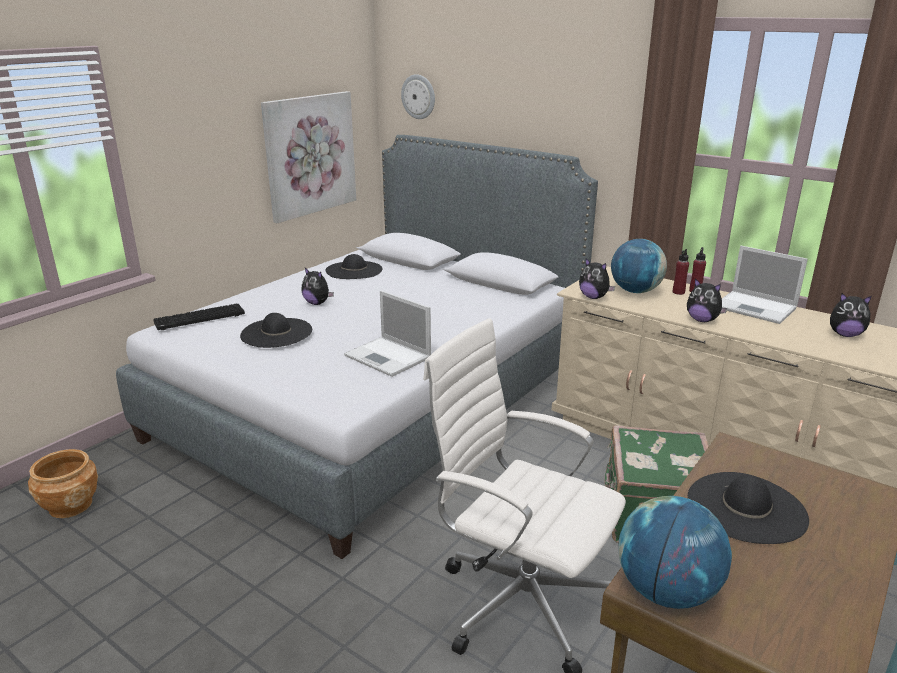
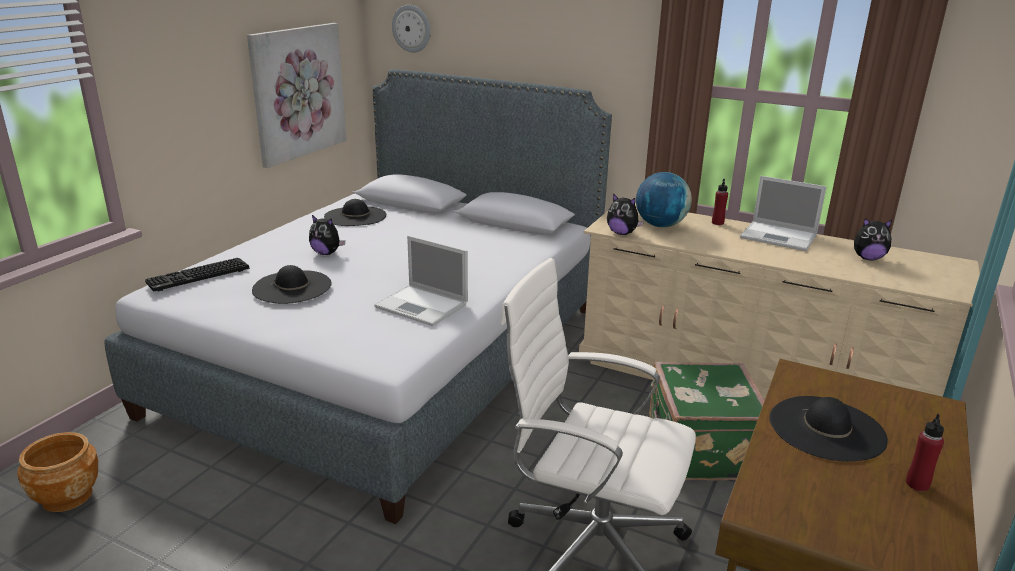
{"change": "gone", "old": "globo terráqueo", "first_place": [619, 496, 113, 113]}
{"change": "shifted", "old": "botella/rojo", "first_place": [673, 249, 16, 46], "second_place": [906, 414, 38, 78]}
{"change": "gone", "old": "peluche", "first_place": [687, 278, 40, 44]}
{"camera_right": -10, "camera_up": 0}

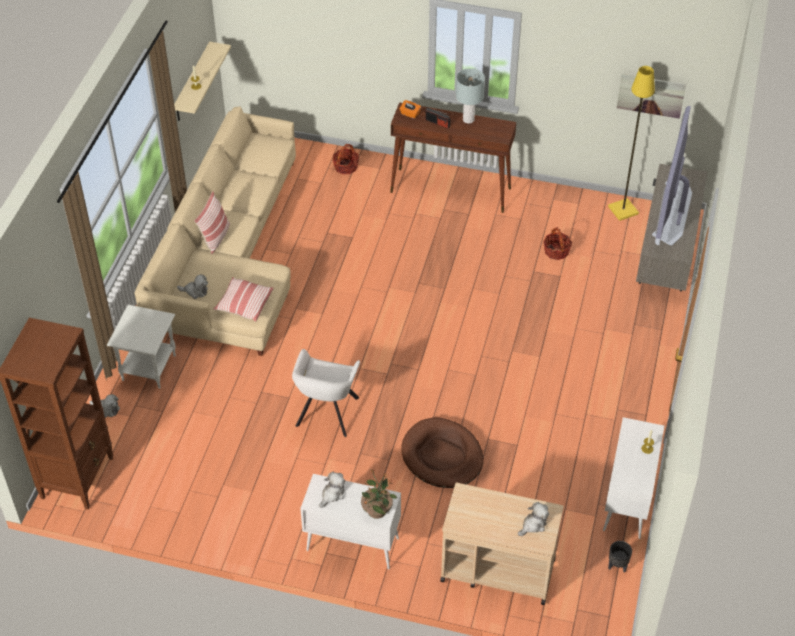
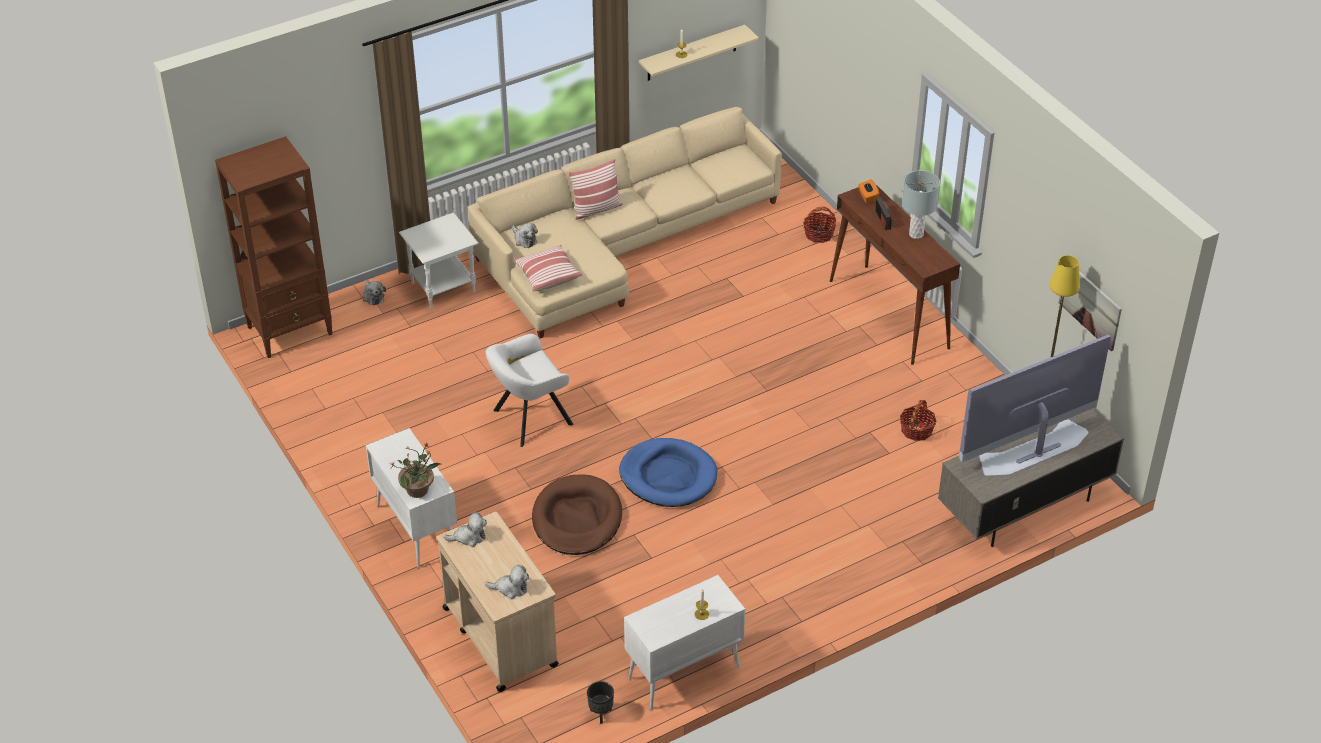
{"change": "shifted", "old": "peluche", "first_place": [319, 472, 26, 36], "second_place": [444, 512, 43, 35]}
{"change": "new", "new": "cama para perro/azul", "second_place": [619, 438, 98, 69]}
{"camera_right": 45, "camera_up": -5}

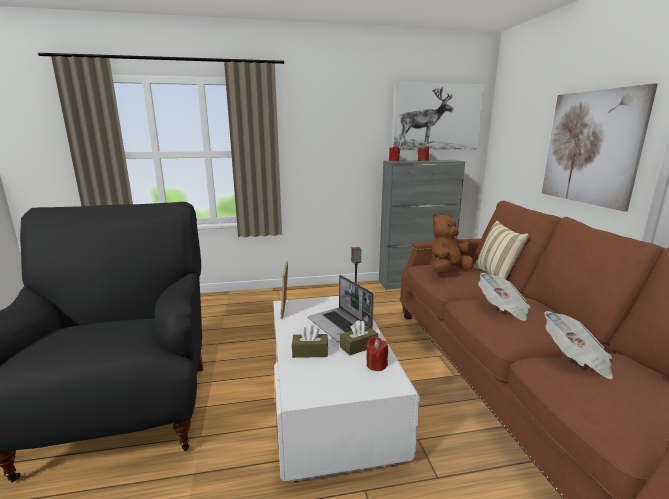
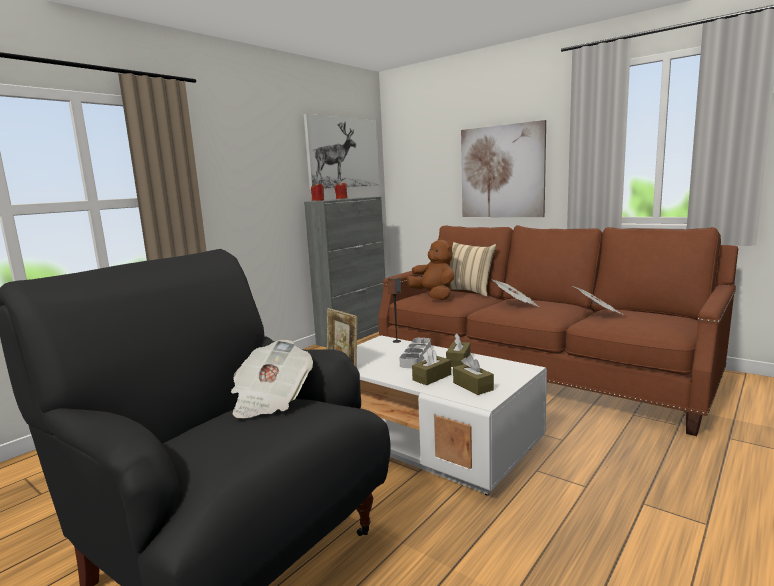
{"change": "swapped", "old": "portátil", "new": "bandeja/gris", "first_place": [308, 275, 66, 67], "second_place": [399, 338, 32, 30]}
{"change": "gone", "old": "vela/rojo", "first_place": [366, 336, 22, 35]}
{"change": "rotated", "old": "peluche/marrón", "first_place": [431, 214, 42, 59], "second_place": [407, 238, 47, 62], "degrees": 135}
{"change": "new", "new": "periódico", "second_place": [231, 340, 82, 78]}
{"change": "new", "new": "caja de pañuelos/marrón", "second_place": [453, 355, 41, 40]}
{"camera_right": -40, "camera_up": -5}

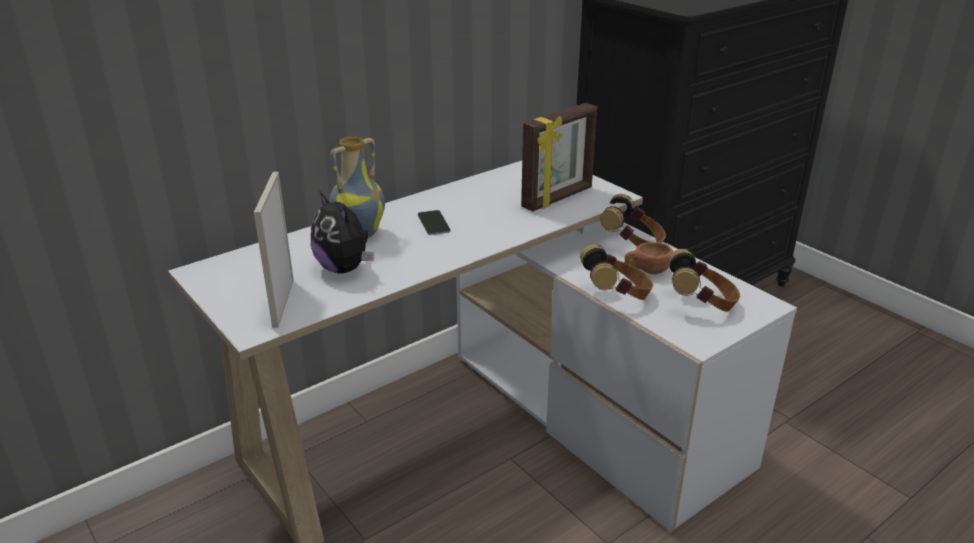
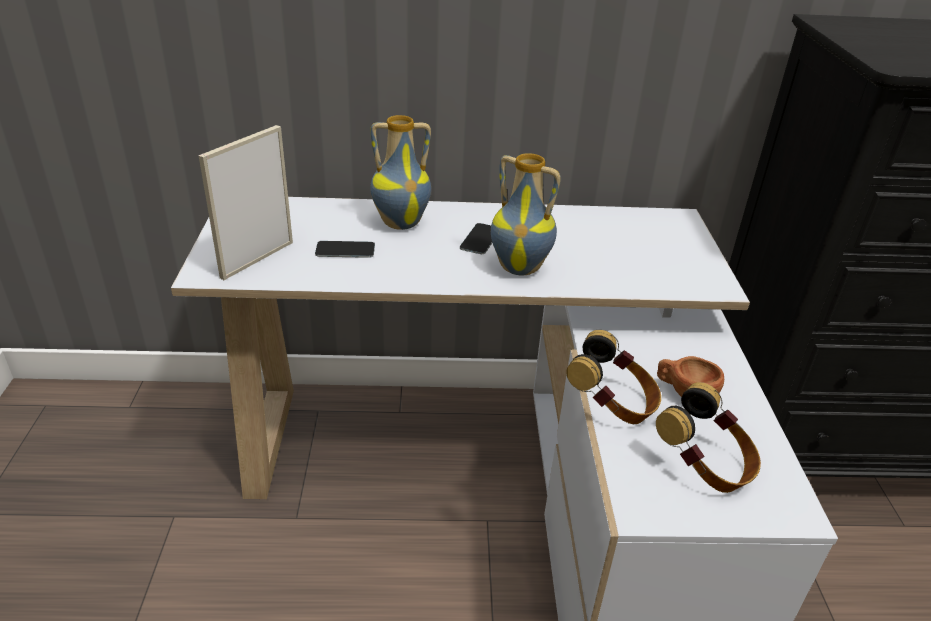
{"change": "swapped", "old": "peluche", "new": "móvil", "first_place": [311, 192, 63, 81], "second_place": [315, 241, 60, 17]}
{"change": "gone", "old": "portarretratos", "first_place": [521, 103, 76, 109]}
{"change": "gone", "old": "auriculares", "first_place": [600, 194, 66, 53]}
{"change": "new", "new": "florero", "second_place": [491, 153, 70, 123]}
{"camera_right": 35, "camera_up": 5}

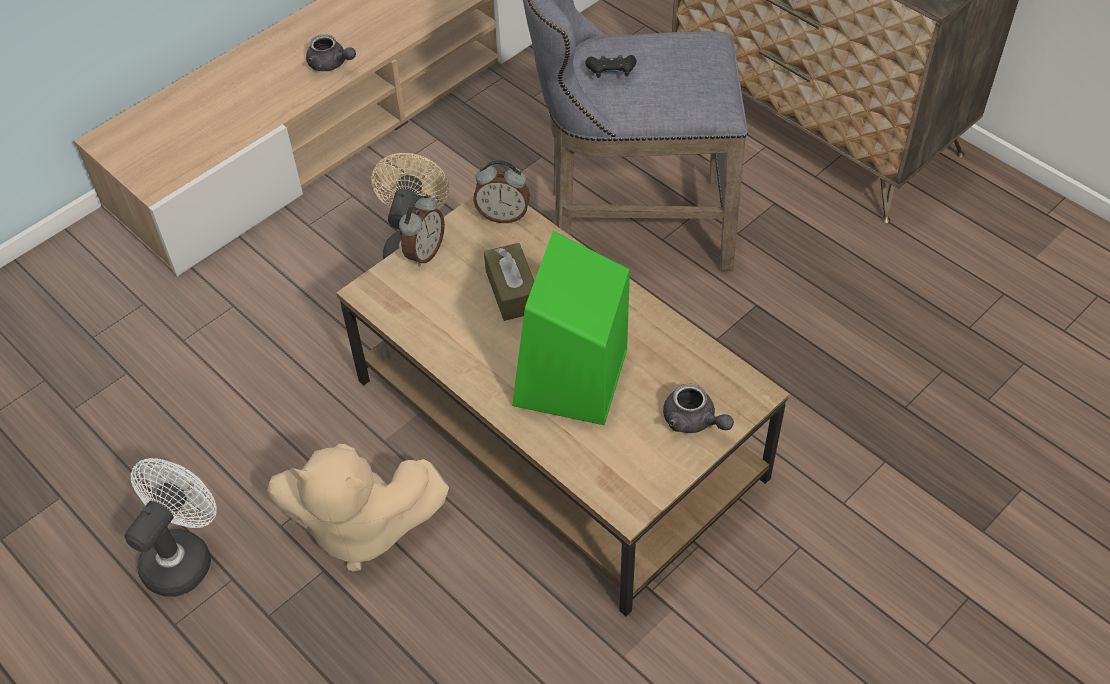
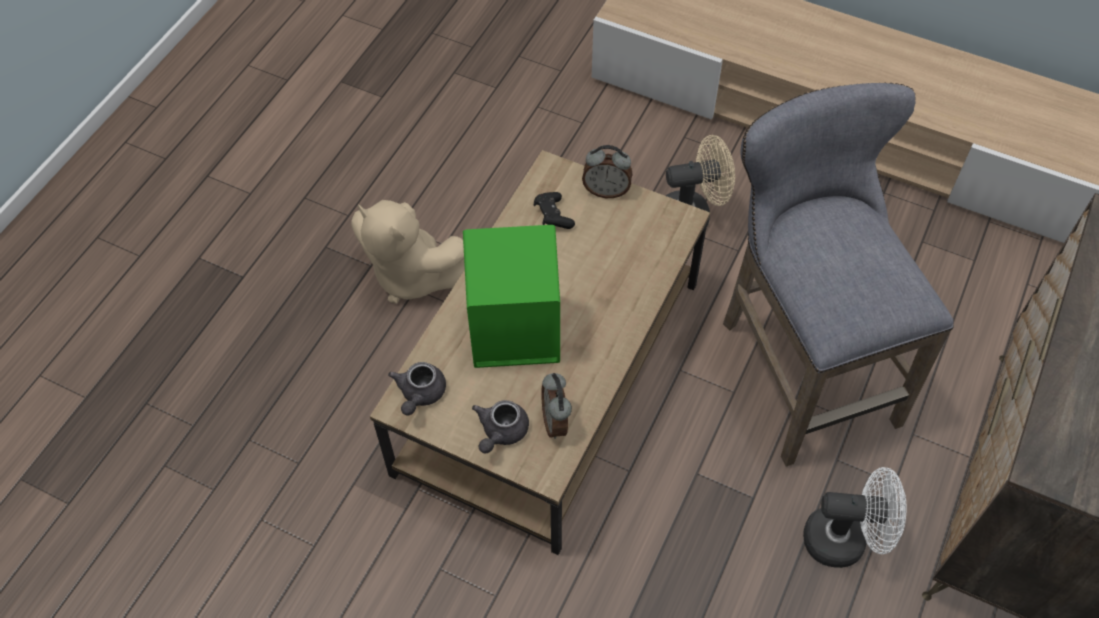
{"change": "shifted", "old": "ventilador/blanco", "first_place": [125, 458, 92, 139], "second_place": [803, 467, 103, 101]}
{"change": "rotated", "old": "peluche/beis", "first_place": [267, 444, 182, 128], "second_place": [351, 200, 114, 104], "degrees": -45}
{"change": "shifted", "old": "tetera/gris", "first_place": [306, 34, 50, 37], "second_place": [388, 362, 58, 53]}
{"change": "shifted", "old": "despertador", "first_place": [473, 160, 57, 63], "second_place": [541, 373, 31, 66]}
{"change": "gone", "old": "caja de pañuelos/marrón", "first_place": [484, 243, 50, 78]}
{"change": "shifted", "old": "mando de consola/negro", "first_place": [585, 55, 52, 23], "second_place": [534, 192, 41, 37]}
{"camera_right": 70, "camera_up": 5}

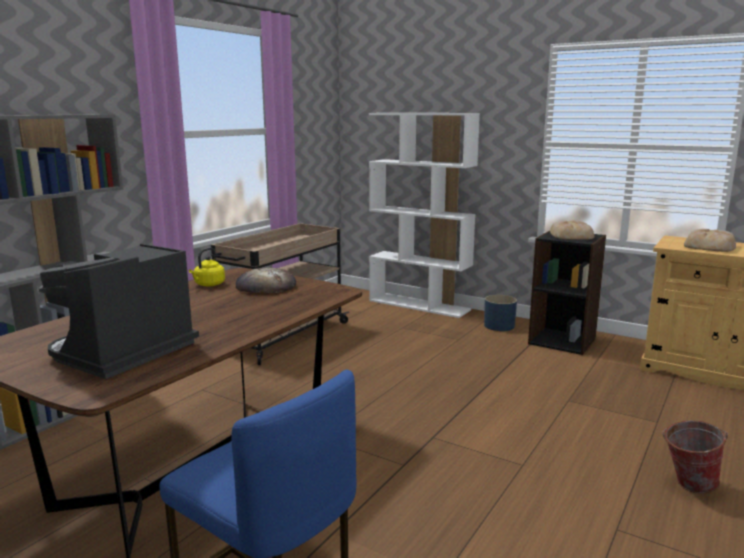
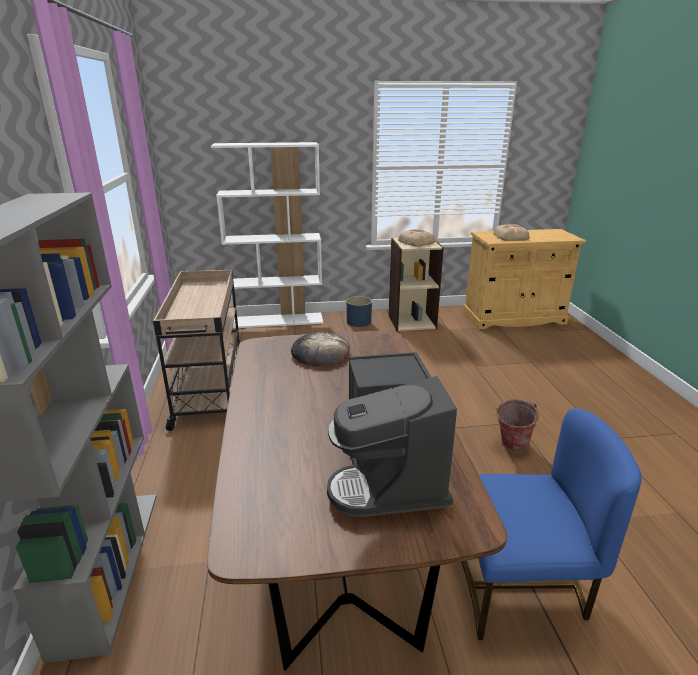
{"change": "gone", "old": "hervidor/amarillo", "first_place": [189, 248, 36, 38]}
{"change": "repainted", "old": "estantería/negro", "new": "estantería/beis", "first_place": [528, 231, 78, 124], "second_place": [388, 238, 56, 93]}
{"change": "shifted", "old": "cubo", "first_place": [662, 420, 66, 73], "second_place": [494, 399, 45, 52]}
{"camera_right": -40, "camera_up": 10}

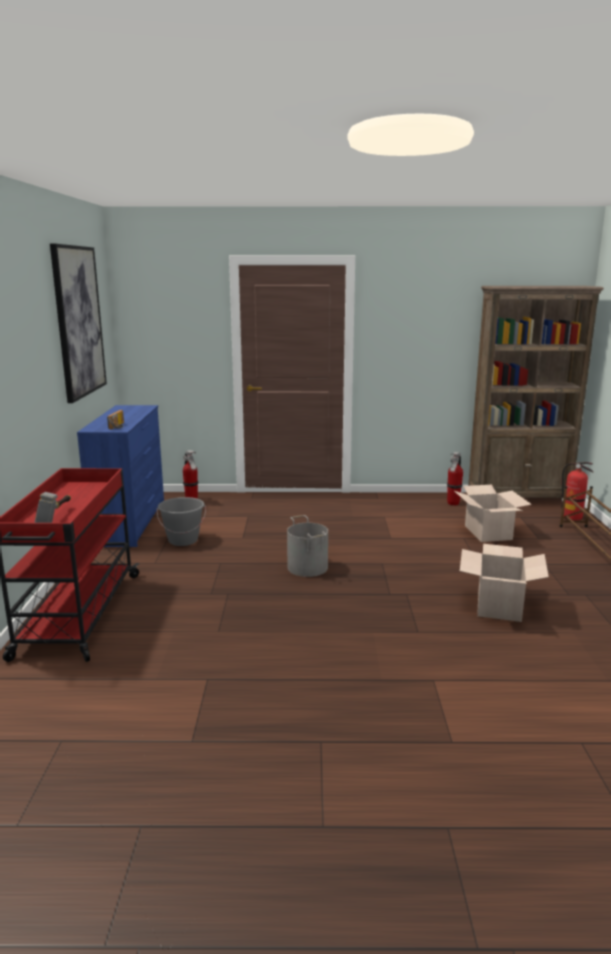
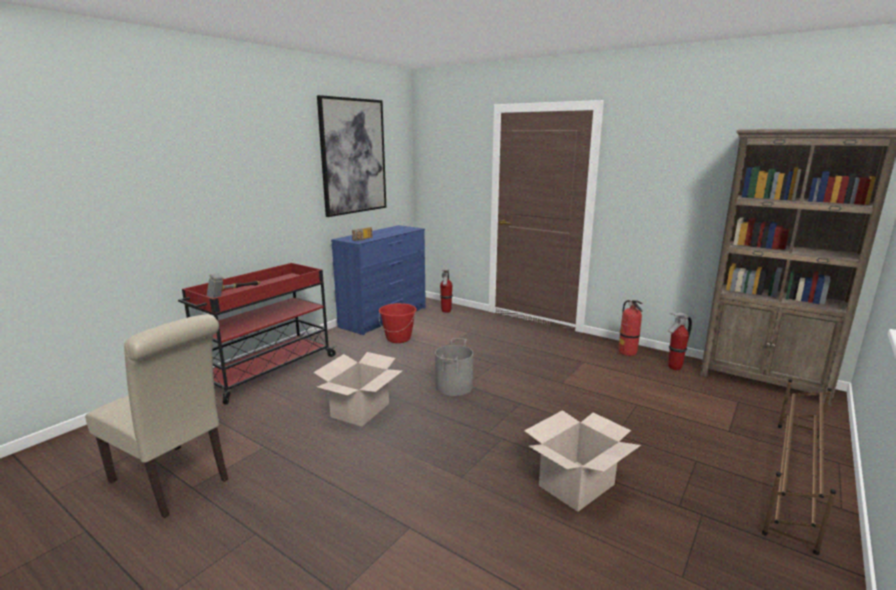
{"change": "repainted", "old": "cubo/gris", "new": "cubo/rojo", "first_place": [157, 497, 49, 49], "second_place": [379, 303, 38, 40]}
{"change": "shifted", "old": "caja de cartón", "first_place": [454, 485, 78, 57], "second_place": [313, 352, 89, 74]}
{"change": "shifted", "old": "extintor", "first_place": [561, 462, 32, 58], "second_place": [618, 300, 25, 56]}
{"change": "new", "new": "silla/beis", "second_place": [85, 315, 143, 203]}
{"camera_right": 35, "camera_up": 0}

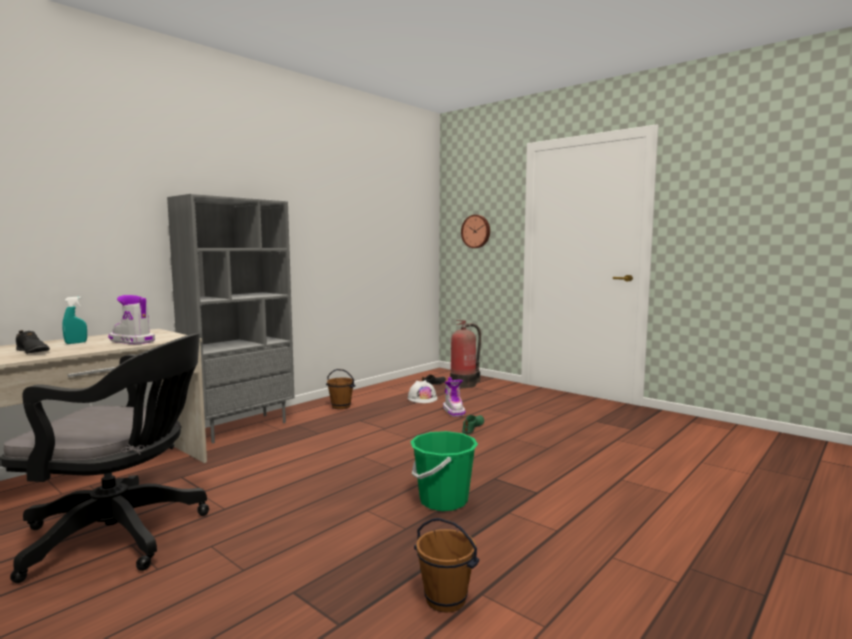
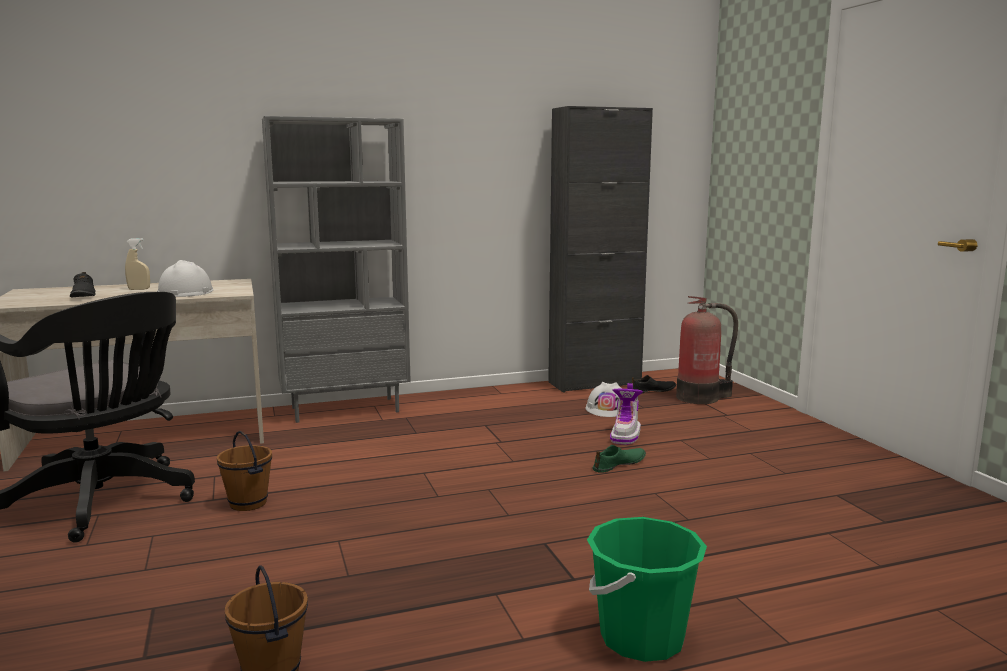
{"change": "repainted", "old": "pulverizador/turquesa", "new": "pulverizador/beis", "first_place": [62, 297, 25, 47], "second_place": [125, 238, 25, 52]}
{"change": "swapped", "old": "bota", "new": "casco/blanco", "first_place": [108, 295, 47, 49], "second_place": [157, 260, 56, 37]}
{"change": "shifted", "old": "cubo/marrón", "first_place": [326, 369, 30, 40], "second_place": [217, 431, 55, 80]}
{"change": "shifted", "old": "cubo/verde", "first_place": [410, 431, 68, 80], "second_place": [587, 517, 120, 145]}
{"change": "gone", "old": "reloj de pared", "first_place": [461, 215, 29, 33]}
{"change": "new", "new": "armario/negro", "second_place": [548, 106, 105, 287]}
{"camera_right": 30, "camera_up": 5}

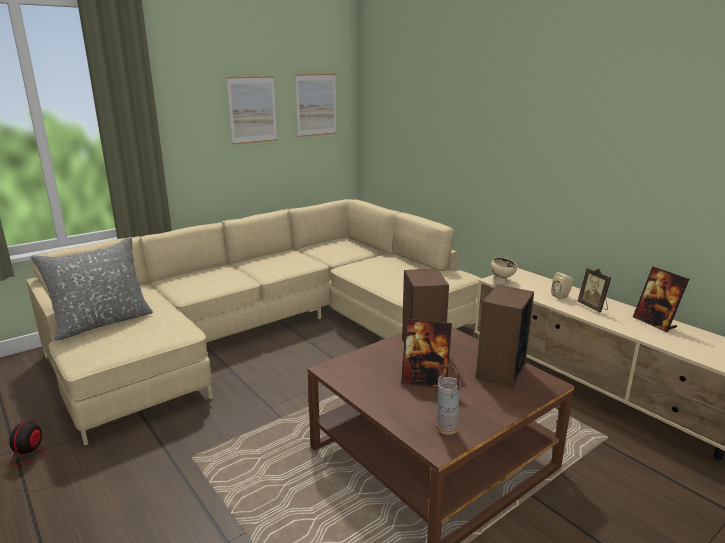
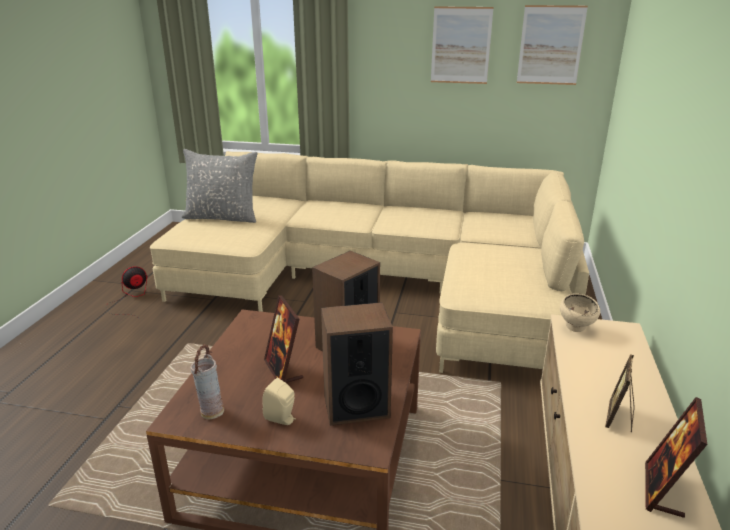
{"change": "shifted", "old": "altavoz/beis", "first_place": [551, 272, 22, 28], "second_place": [262, 377, 34, 48]}
{"camera_right": 50, "camera_up": 5}

